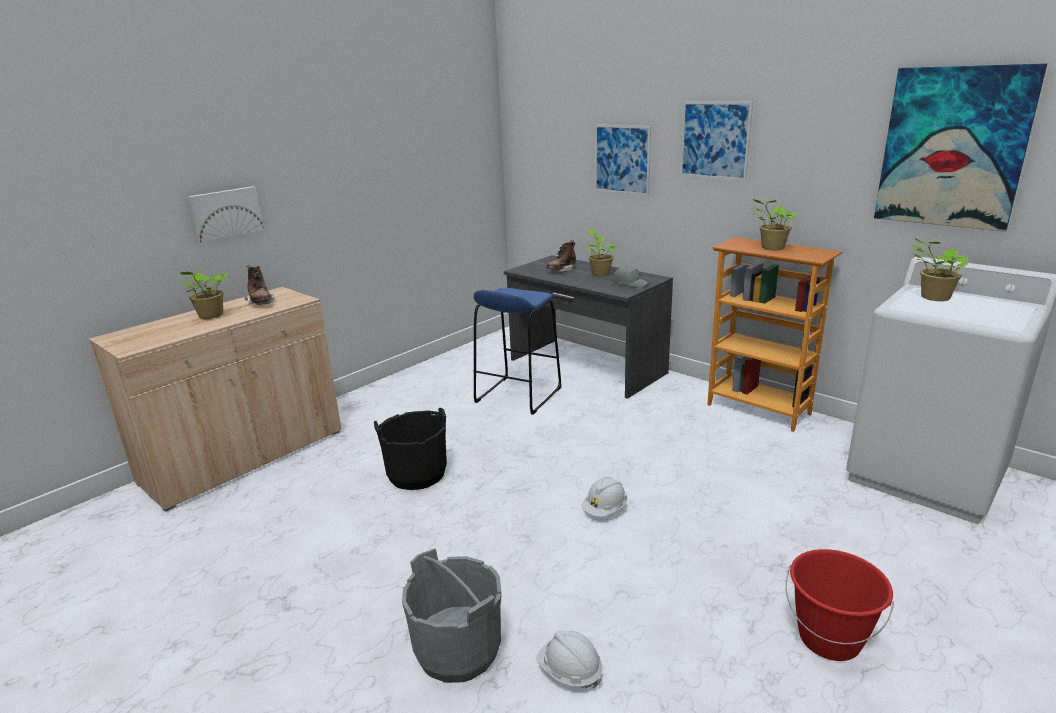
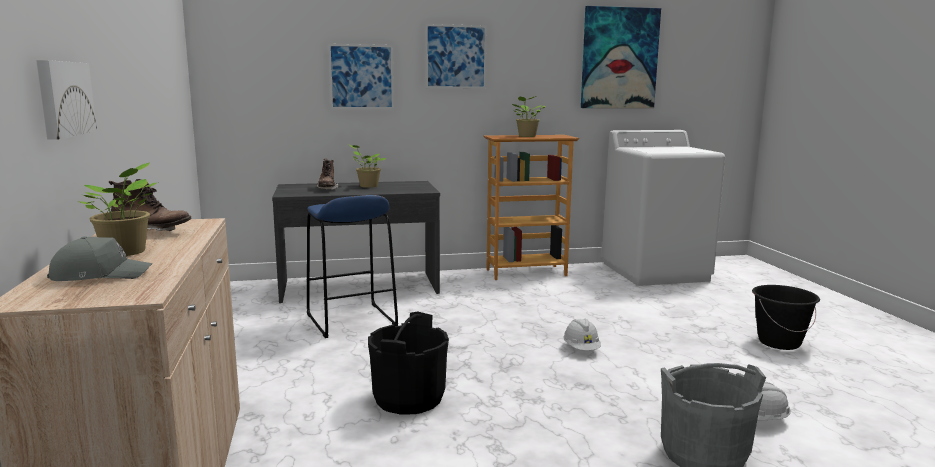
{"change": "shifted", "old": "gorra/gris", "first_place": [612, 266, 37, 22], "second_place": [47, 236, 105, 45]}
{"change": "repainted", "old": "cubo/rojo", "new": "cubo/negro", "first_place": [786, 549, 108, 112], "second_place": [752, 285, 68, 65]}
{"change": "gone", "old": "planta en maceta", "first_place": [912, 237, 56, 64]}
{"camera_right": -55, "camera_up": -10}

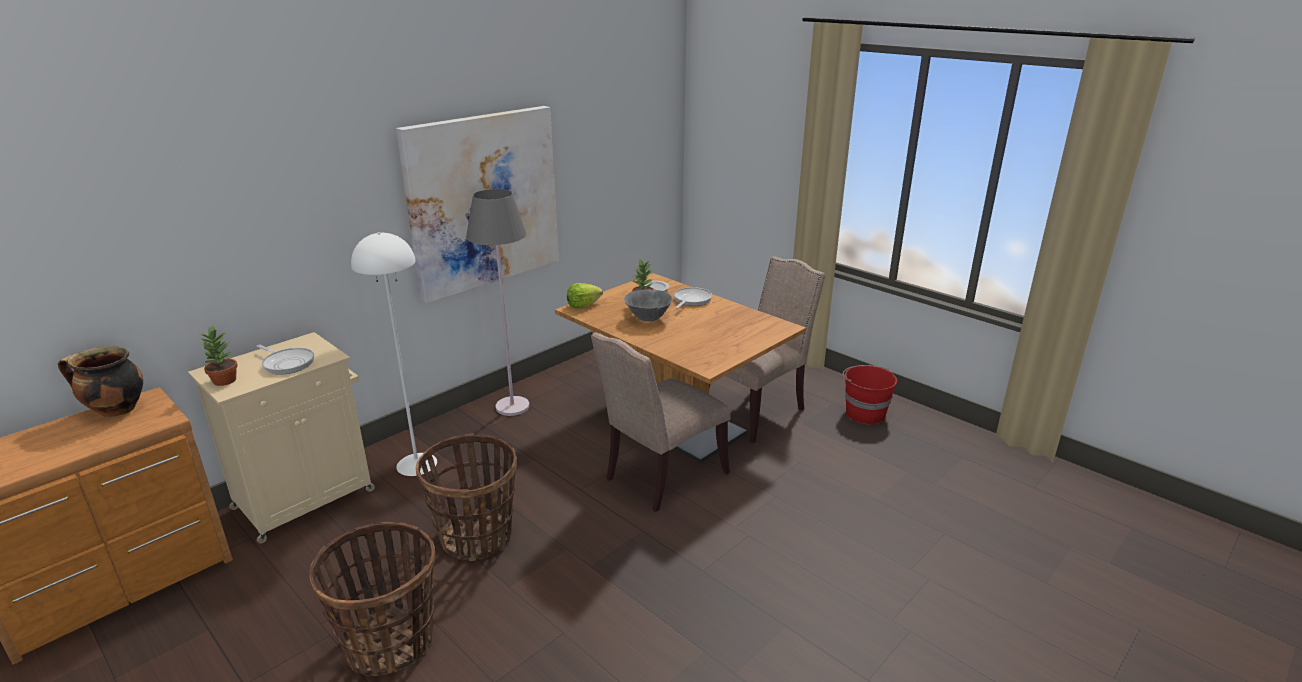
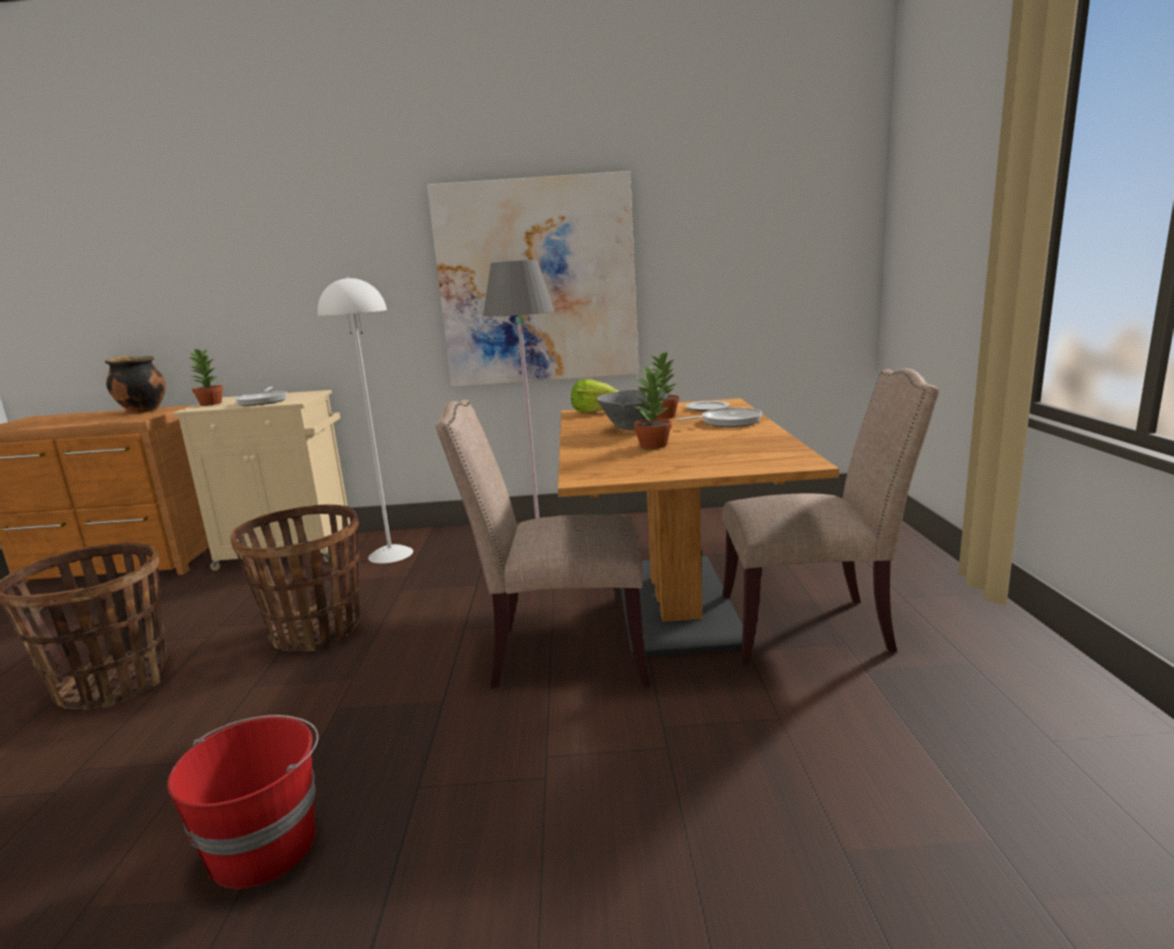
{"change": "shifted", "old": "cubo/rojo", "first_place": [843, 365, 54, 60], "second_place": [167, 715, 151, 174]}
{"change": "new", "new": "planta en maceta", "second_place": [633, 366, 39, 83]}
{"camera_right": 45, "camera_up": -10}

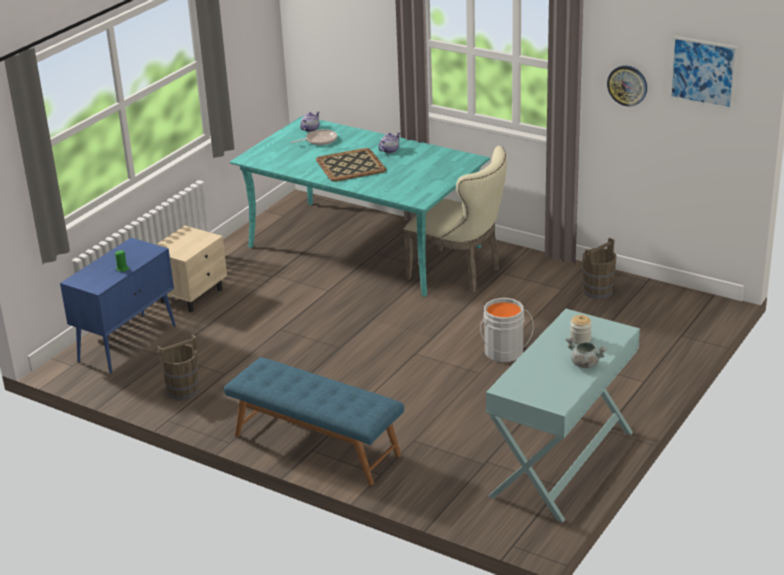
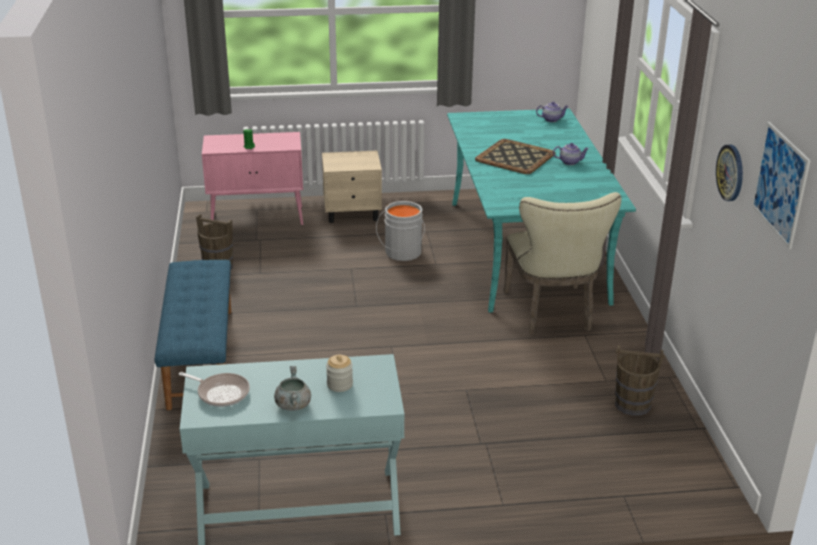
{"change": "repainted", "old": "armario/azul", "new": "armario/rosa", "first_place": [60, 238, 116, 136], "second_place": [202, 132, 101, 93]}
{"change": "shifted", "old": "sartén", "first_place": [291, 129, 46, 16], "second_place": [179, 372, 71, 35]}
{"change": "shifted", "old": "cubo/gris", "first_place": [480, 298, 54, 64], "second_place": [376, 201, 49, 60]}
{"camera_right": 50, "camera_up": 0}

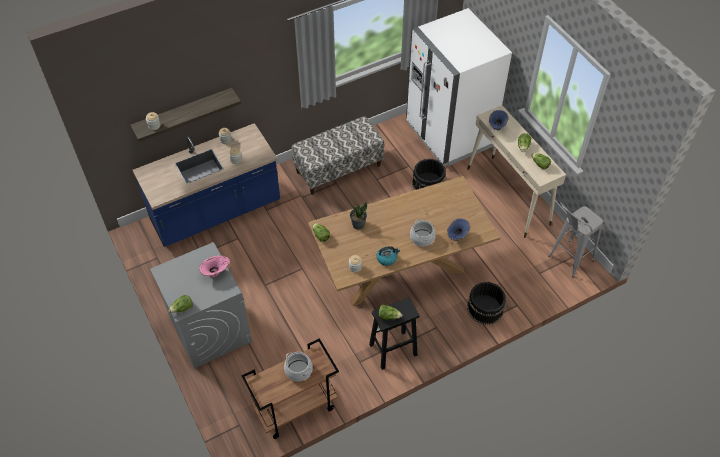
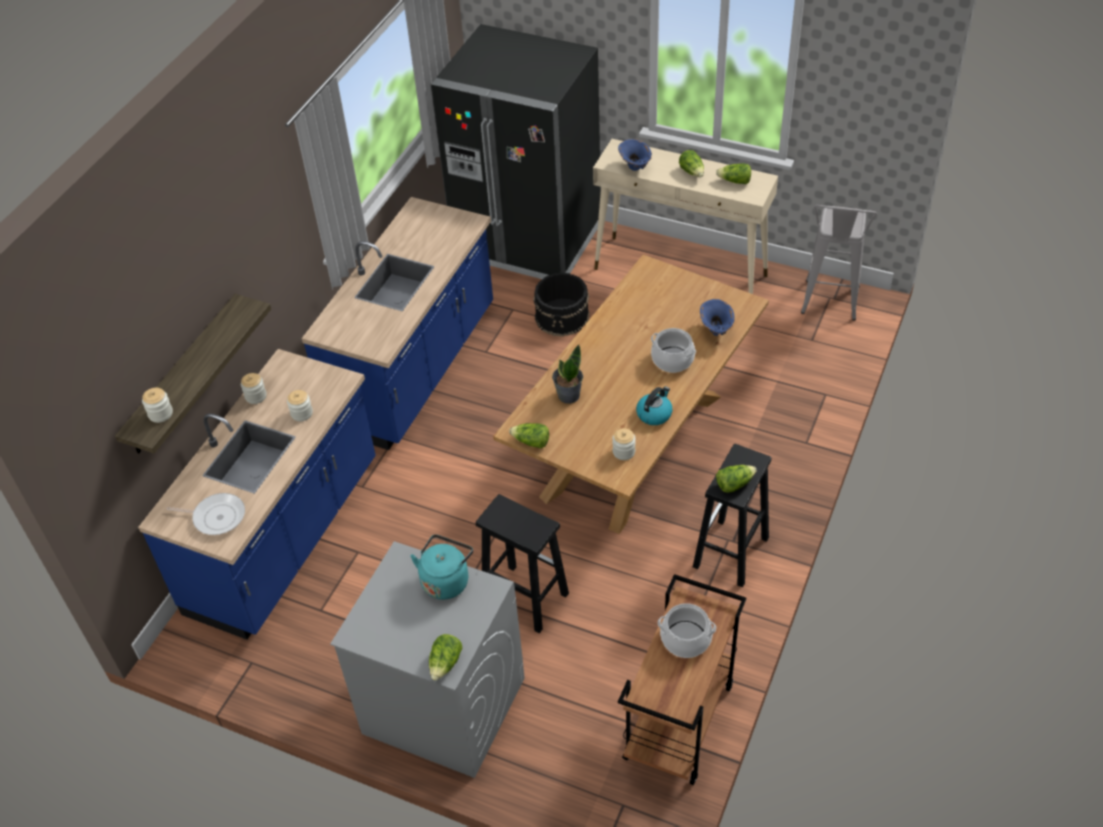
{"change": "swapped", "old": "florero/rosa", "new": "hervidor/turquesa", "first_place": [199, 255, 30, 23], "second_place": [410, 535, 63, 65]}
{"change": "swapped", "old": "banco", "new": "mueble bajo de cocina/azul", "first_place": [292, 116, 92, 79], "second_place": [302, 197, 191, 253]}
{"change": "repainted", "old": "nevera/blanco", "new": "nevera/negro", "first_place": [406, 8, 106, 159], "second_place": [431, 24, 170, 255]}
{"change": "gone", "old": "cubo/negro", "first_place": [467, 282, 39, 43]}
{"change": "new", "new": "sartén", "second_place": [166, 493, 79, 42]}
{"change": "new", "new": "taburete/negro", "second_place": [476, 494, 93, 140]}
{"camera_right": -35, "camera_up": -5}

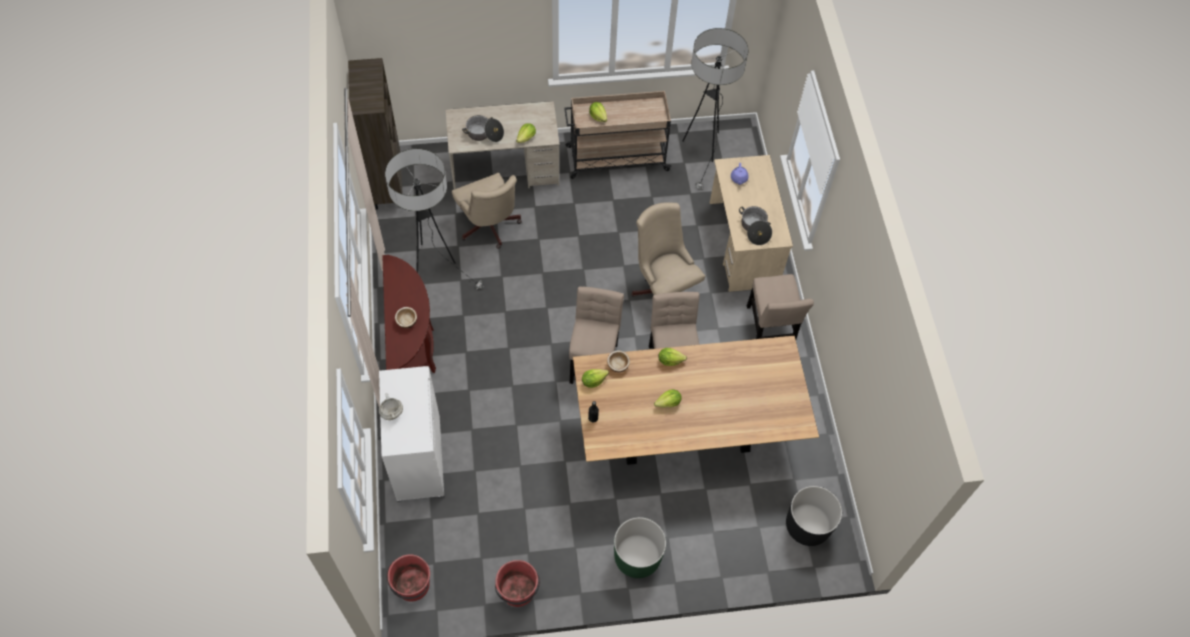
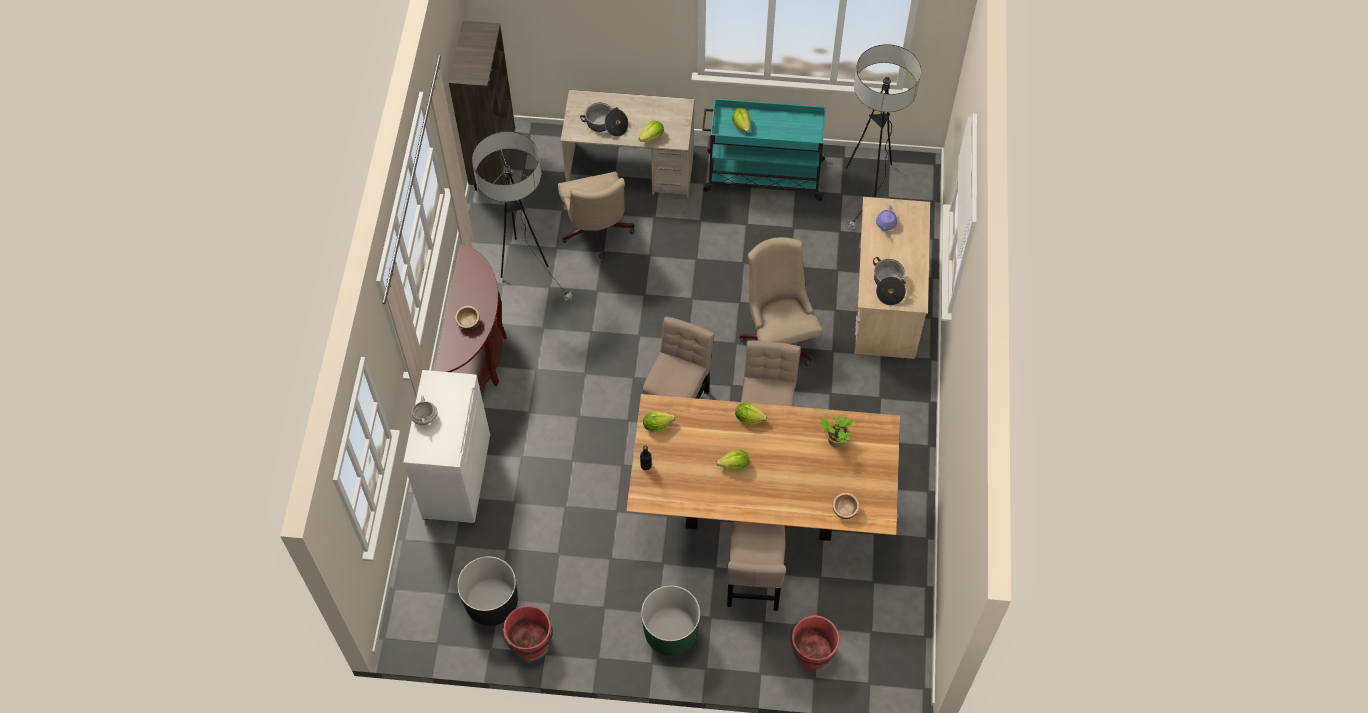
{"change": "shifted", "old": "cubo/rojo", "first_place": [387, 554, 43, 48], "second_place": [790, 615, 49, 54]}
{"change": "repainted", "old": "carrito/beis", "new": "carrito/turquesa", "first_place": [564, 91, 107, 88], "second_place": [702, 99, 125, 102]}
{"change": "shifted", "old": "cuenco", "first_place": [607, 350, 23, 22], "second_place": [833, 493, 26, 26]}
{"change": "shifted", "old": "silla/beis", "first_place": [747, 274, 67, 65], "second_place": [727, 521, 59, 90]}
{"change": "shifted", "old": "maceta/negro", "first_place": [786, 486, 56, 60], "second_place": [457, 556, 61, 70]}
{"change": "new", "new": "planta en maceta", "second_place": [820, 416, 33, 32]}
{"camera_right": 15, "camera_up": 0}

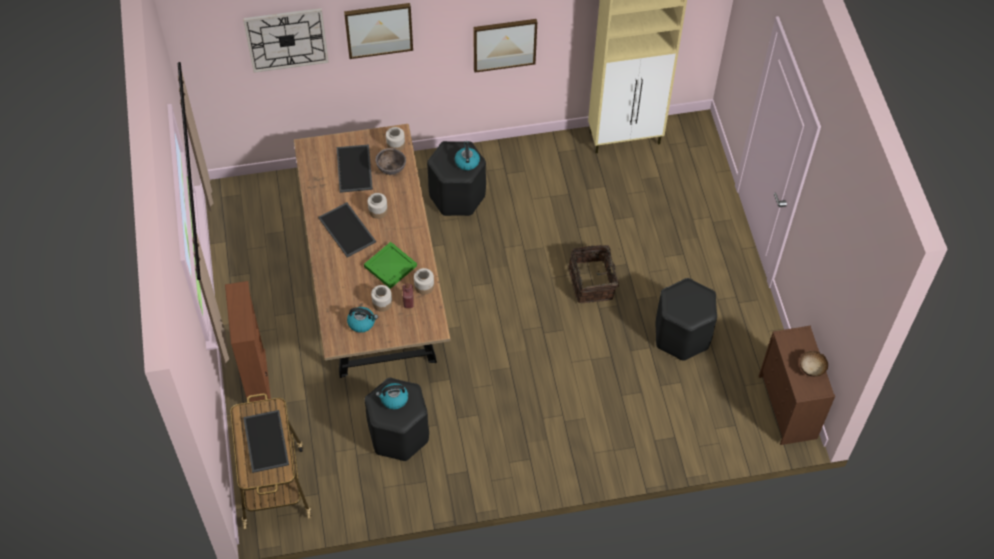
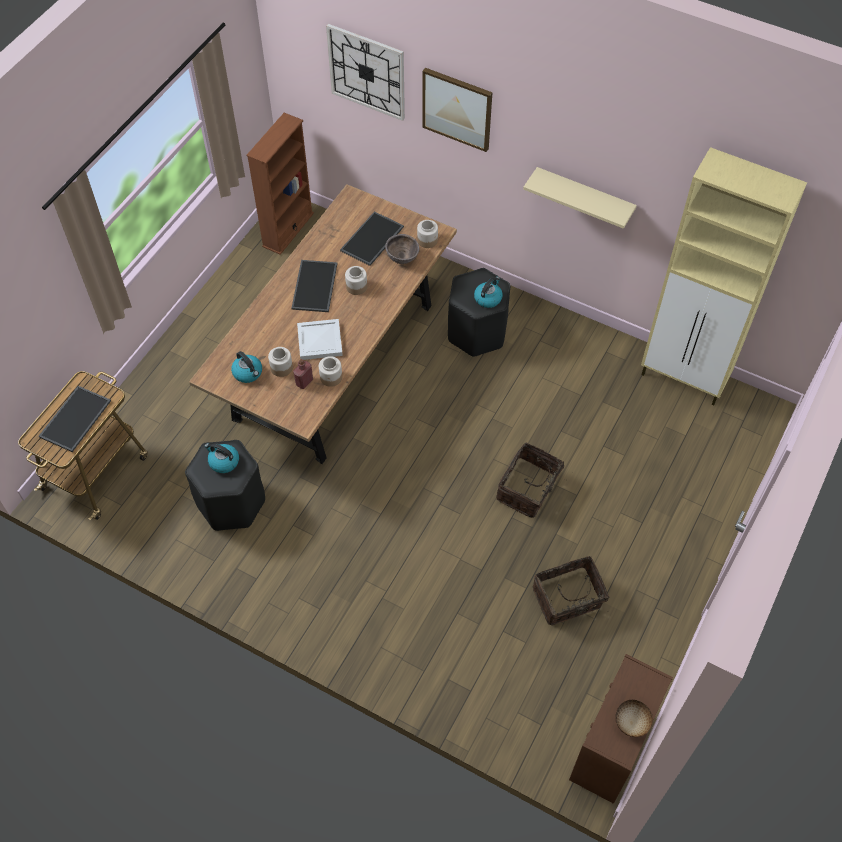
{"change": "shifted", "old": "estantería/marrón", "first_place": [225, 281, 46, 126], "second_place": [246, 113, 68, 142]}
{"change": "repainted", "old": "bandeja/verde", "new": "bandeja/blanco", "first_place": [364, 242, 53, 47], "second_place": [297, 319, 46, 41]}
{"change": "swapped", "old": "cuadro", "new": "estante/beis", "first_place": [473, 19, 64, 54], "second_place": [523, 167, 114, 62]}
{"change": "swapped", "old": "taburete/negro", "new": "cesta", "first_place": [655, 278, 62, 83], "second_place": [533, 556, 76, 69]}
{"camera_right": 40, "camera_up": 0}

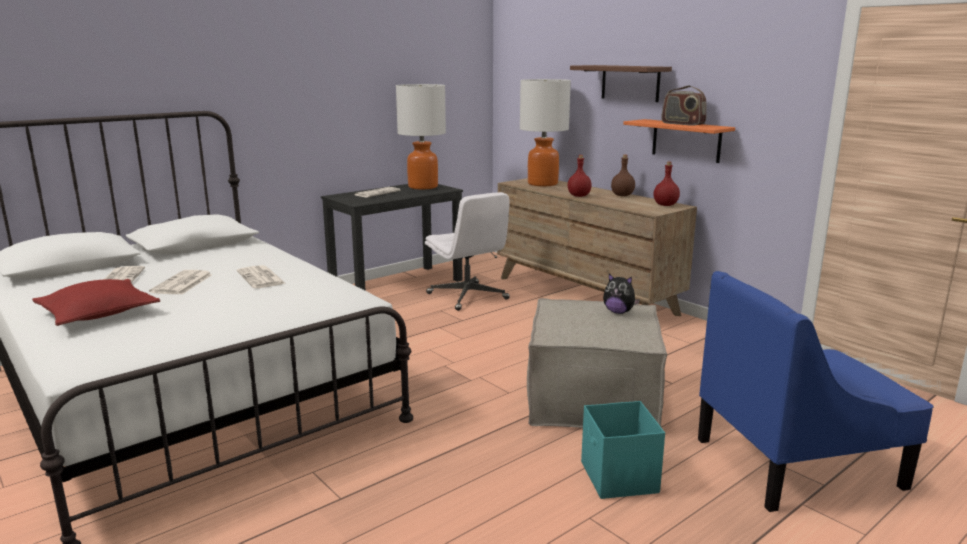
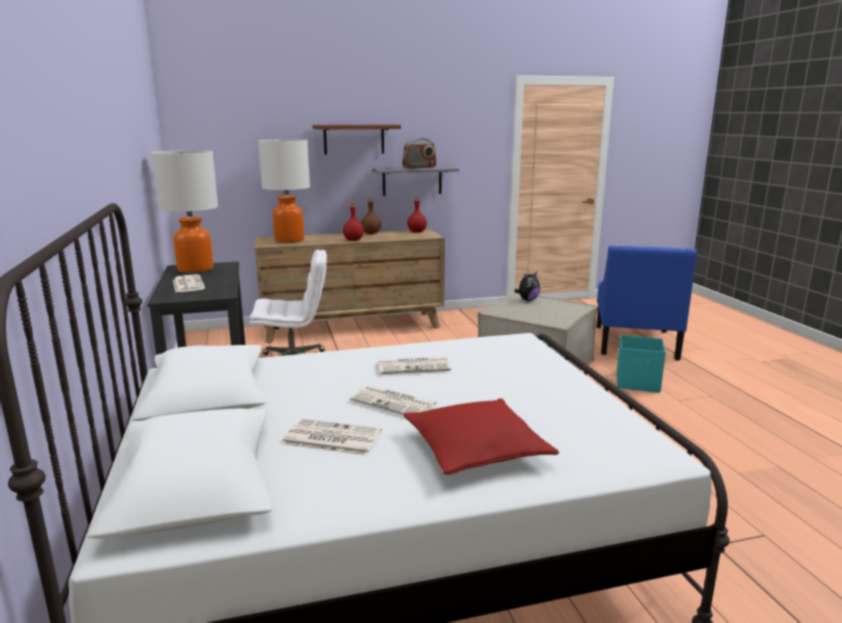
{"change": "repainted", "old": "estante/naranja", "new": "estante/gris", "first_place": [623, 119, 112, 44], "second_place": [372, 167, 87, 29]}
{"camera_right": -65, "camera_up": 0}

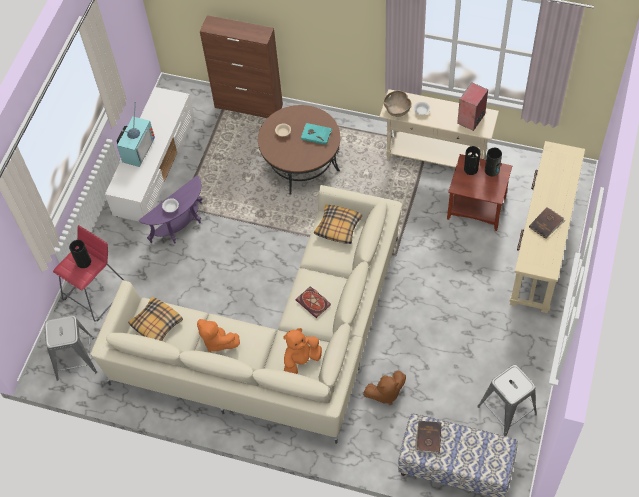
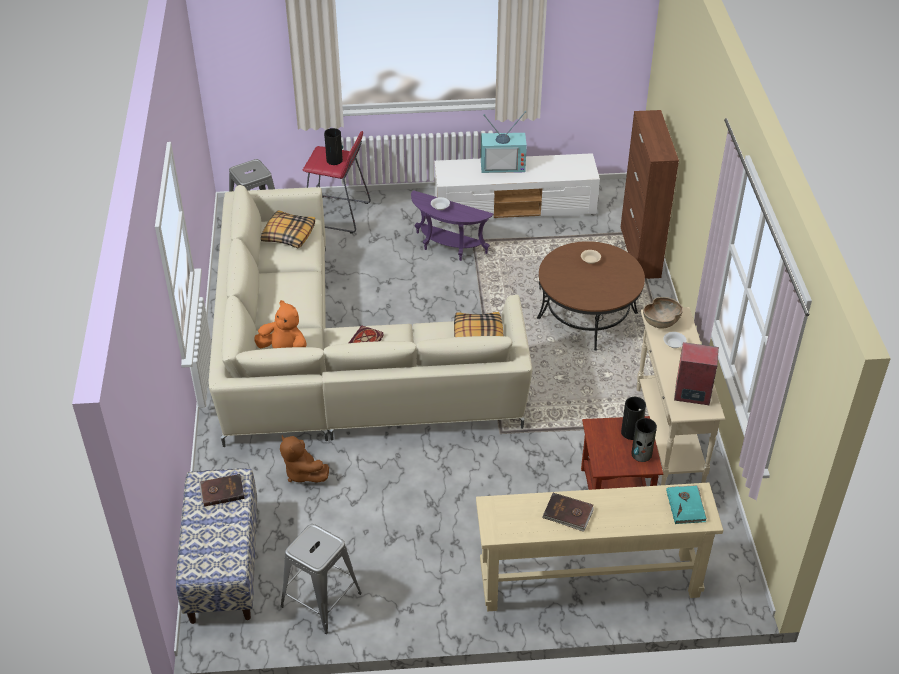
{"change": "gone", "old": "peluche/naranja", "first_place": [197, 319, 43, 33]}
{"change": "shifted", "old": "libro/turquesa", "first_place": [301, 123, 31, 22], "second_place": [666, 485, 41, 39]}
{"camera_right": 65, "camera_up": -15}

